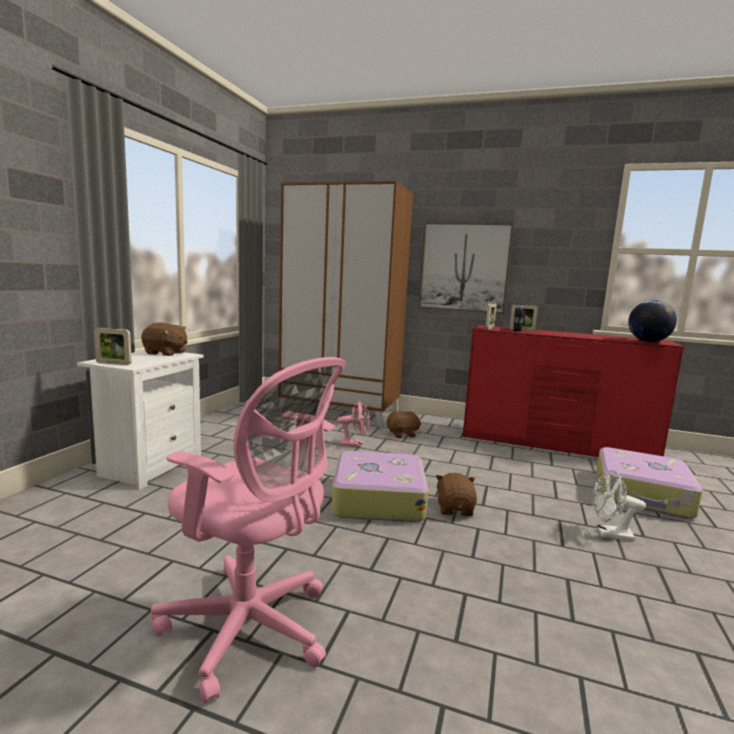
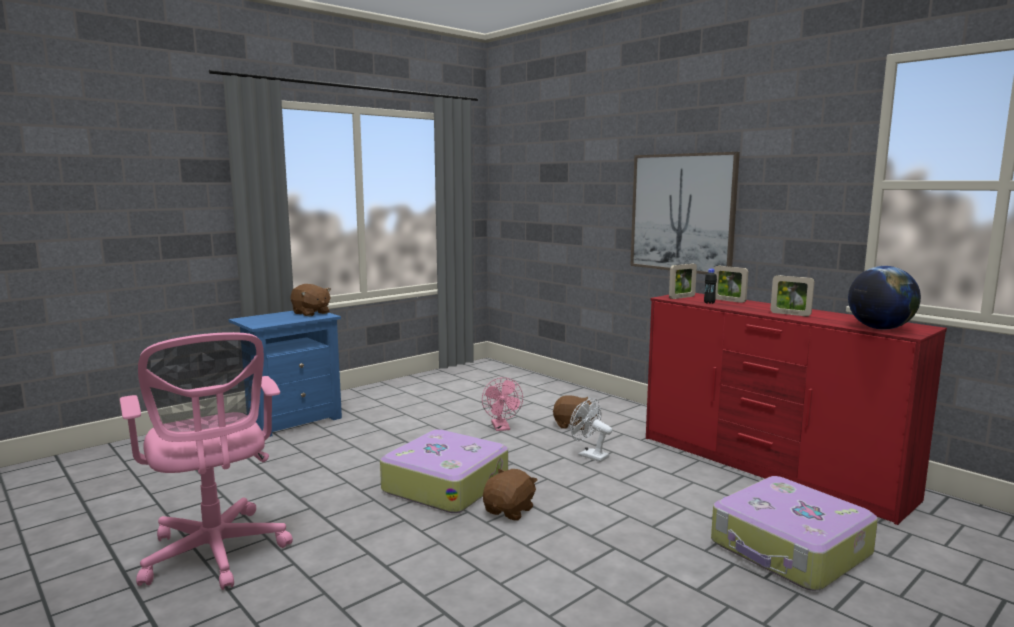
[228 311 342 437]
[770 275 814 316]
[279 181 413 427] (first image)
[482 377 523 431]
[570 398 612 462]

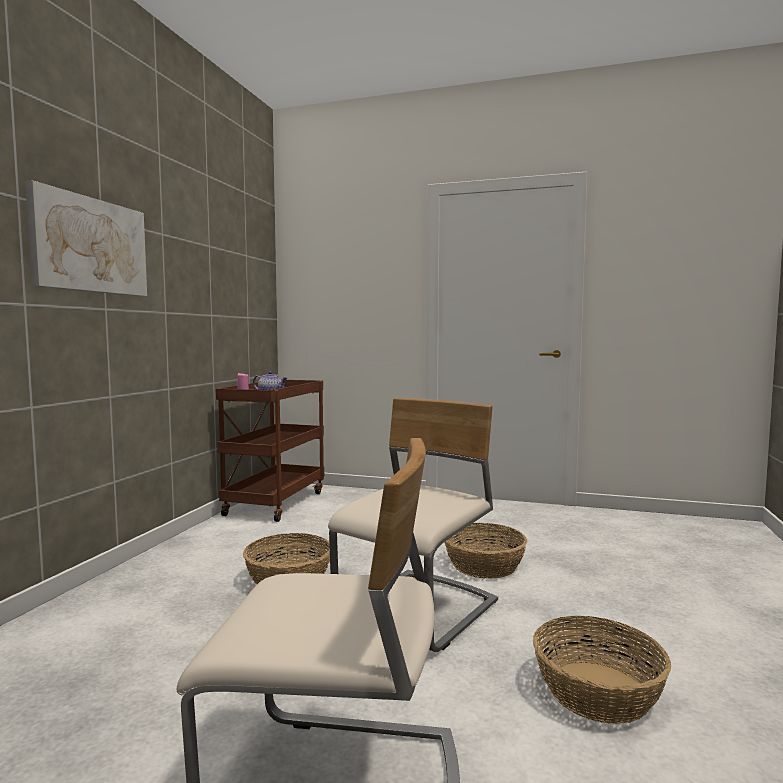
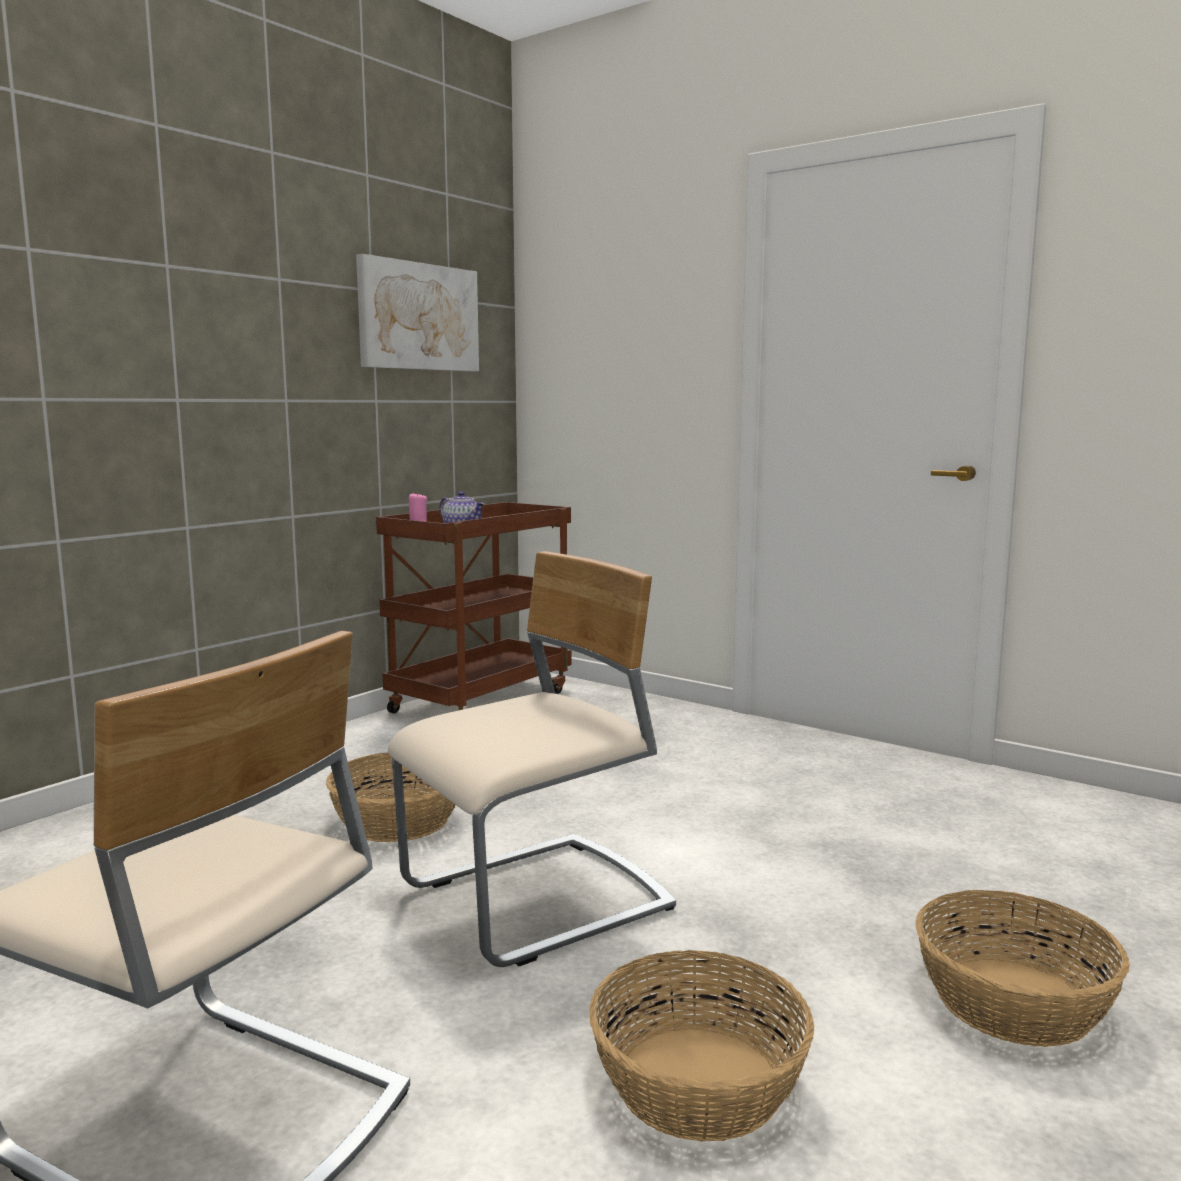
[356 254 479 371]
[916 890 1130 1047]

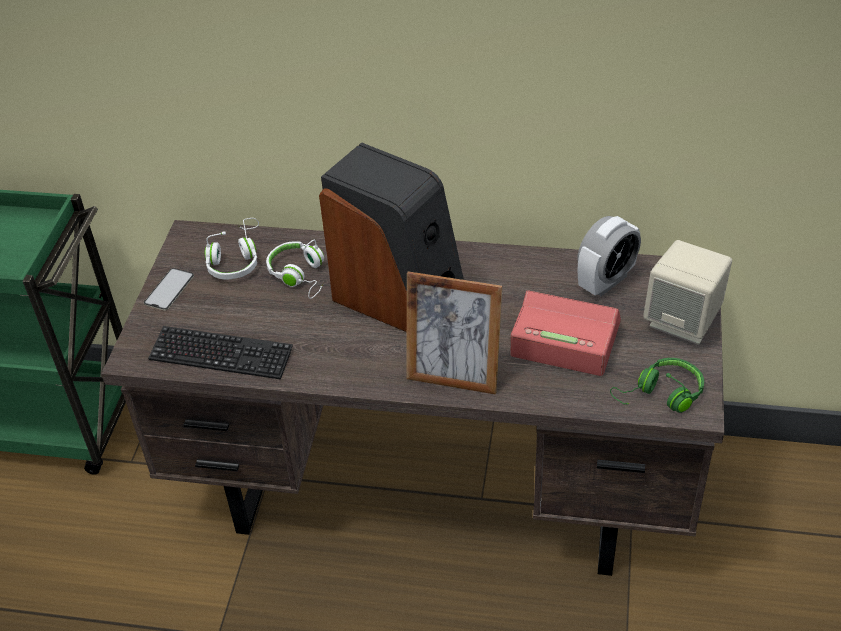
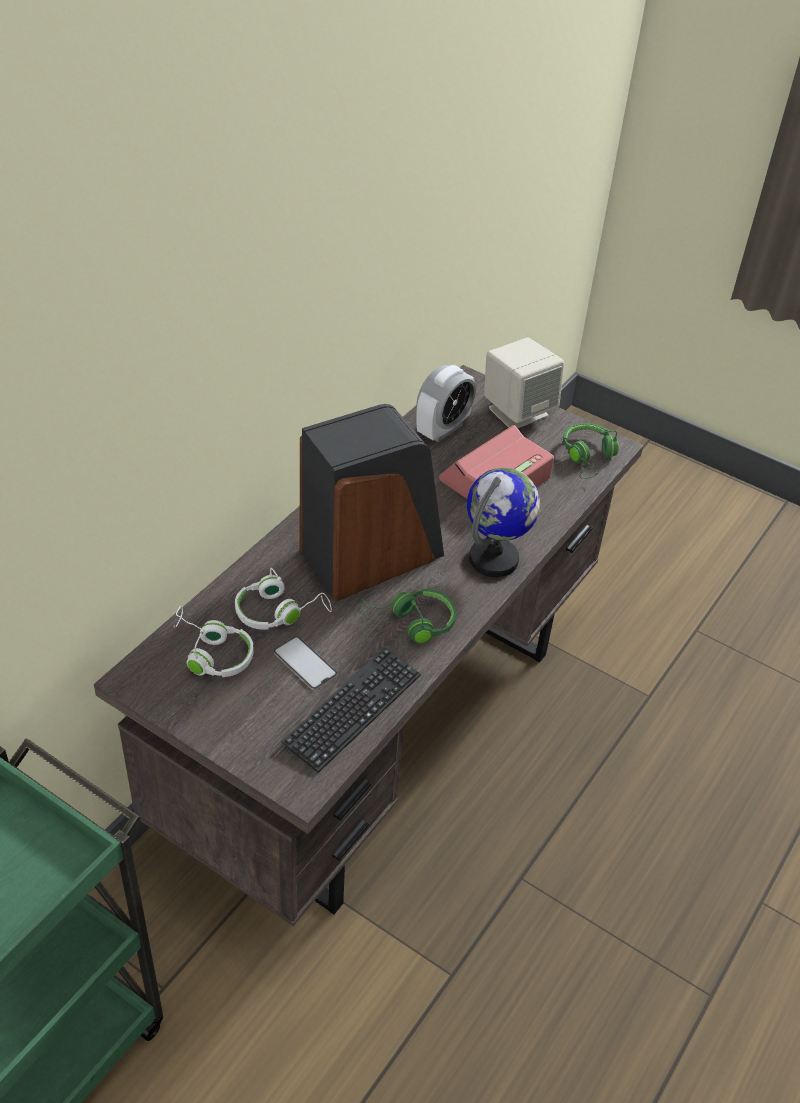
[273 636 337 690]
[467 468 540 577]
[416 365 476 442]
[360 589 456 644]

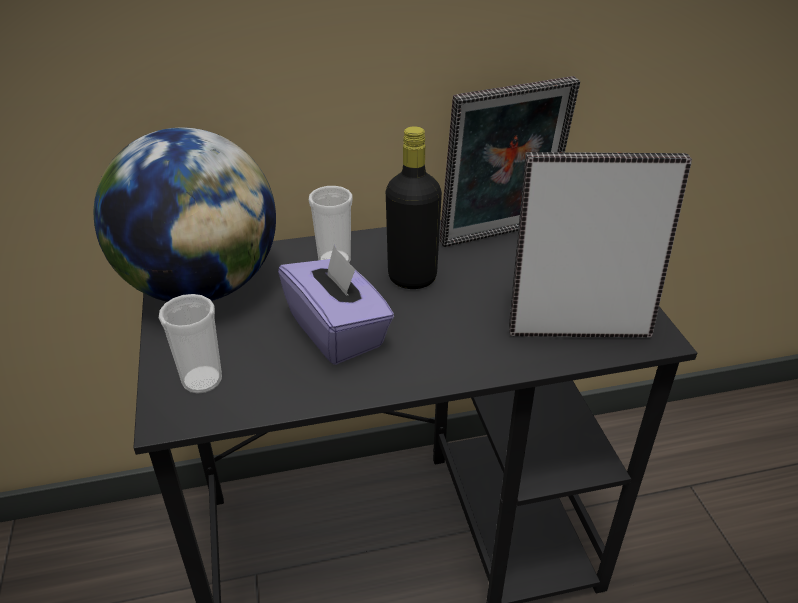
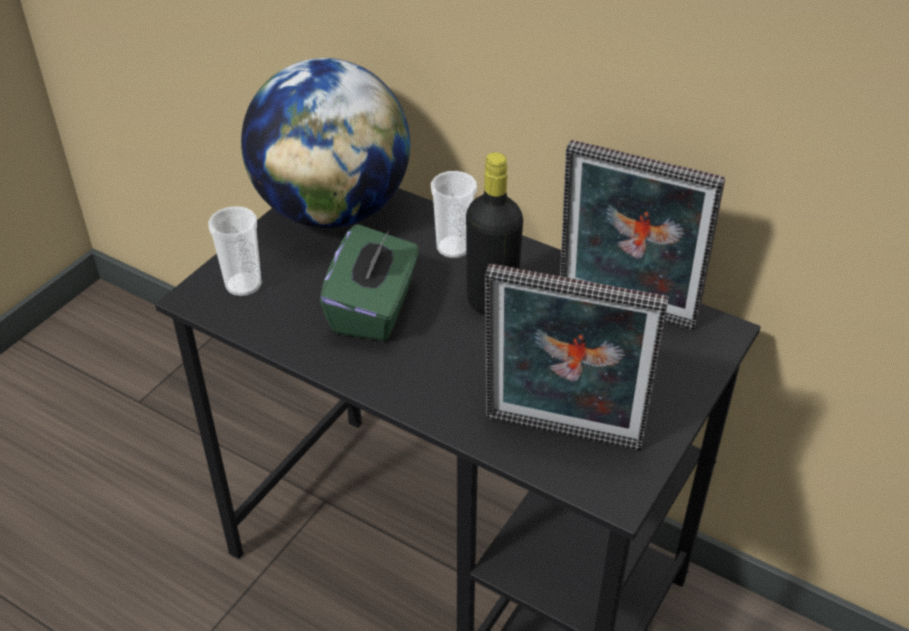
[320 224 419 341]
[485 264 669 450]

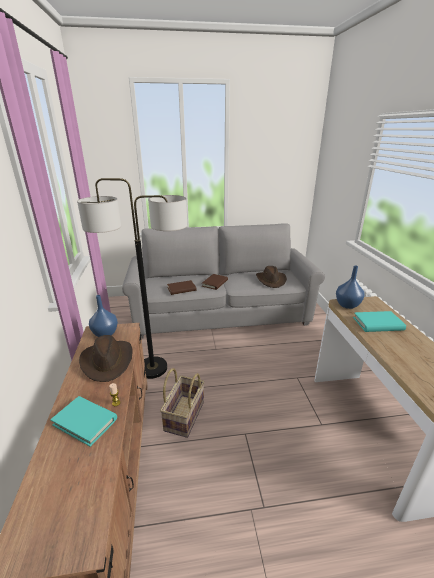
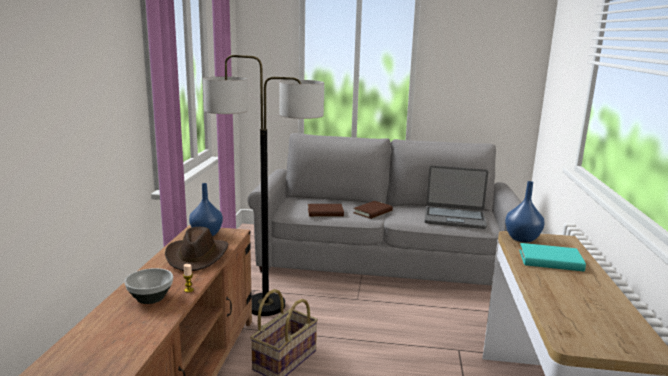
[124 268 173 304]
[424 165 488 229]

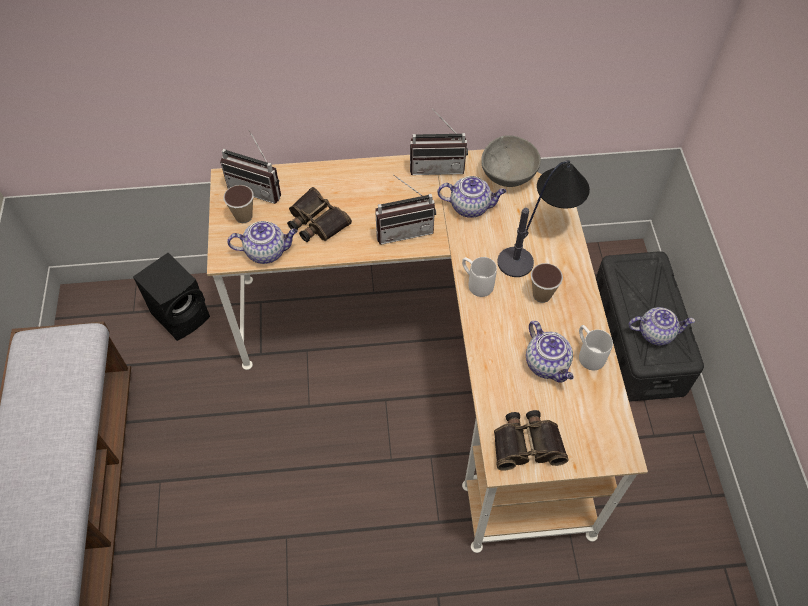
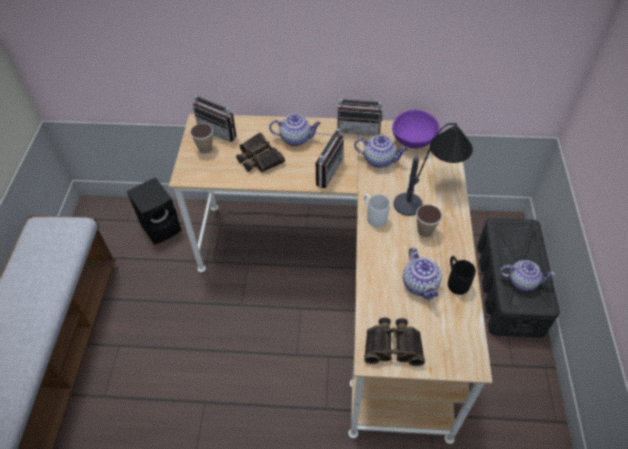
[269 114 321 146]
[310 129 344 188]
[392 110 440 148]
[448 256 476 295]

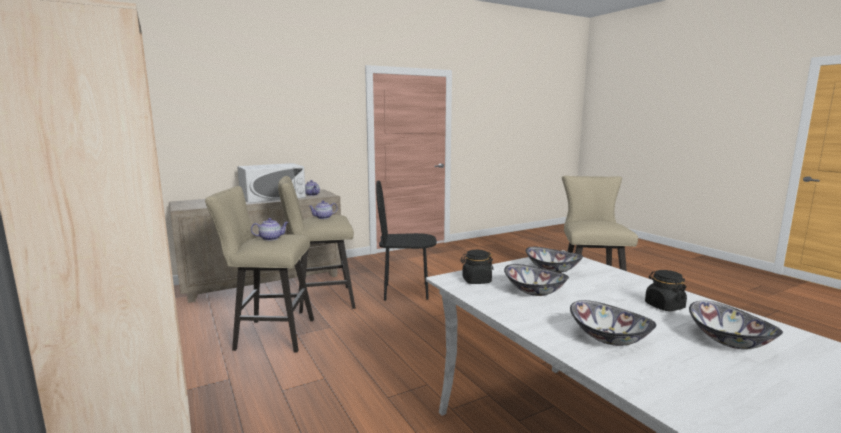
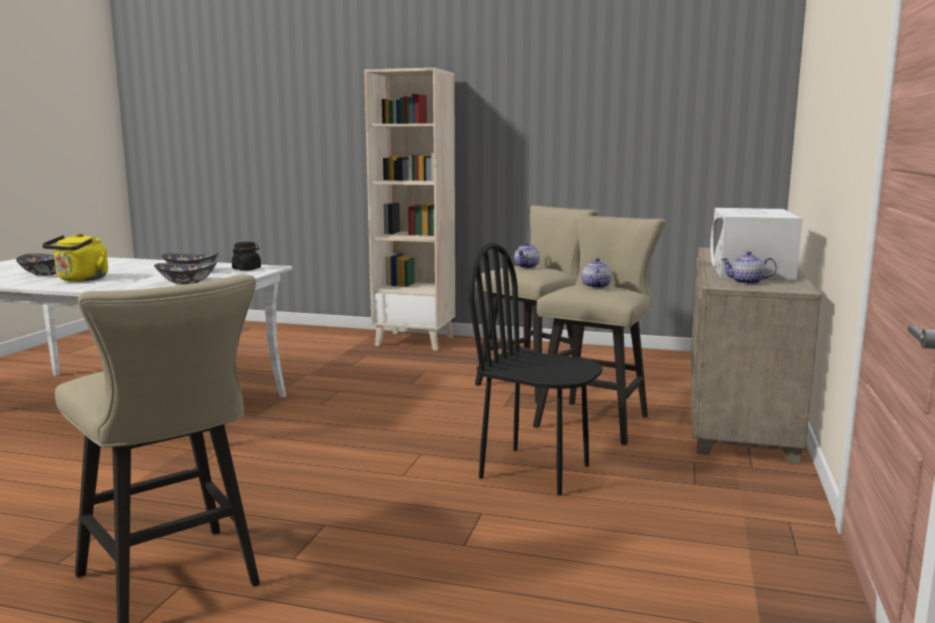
[468 243 603 495]
[570 300 656 346] (first image)
[42 233 108 282]

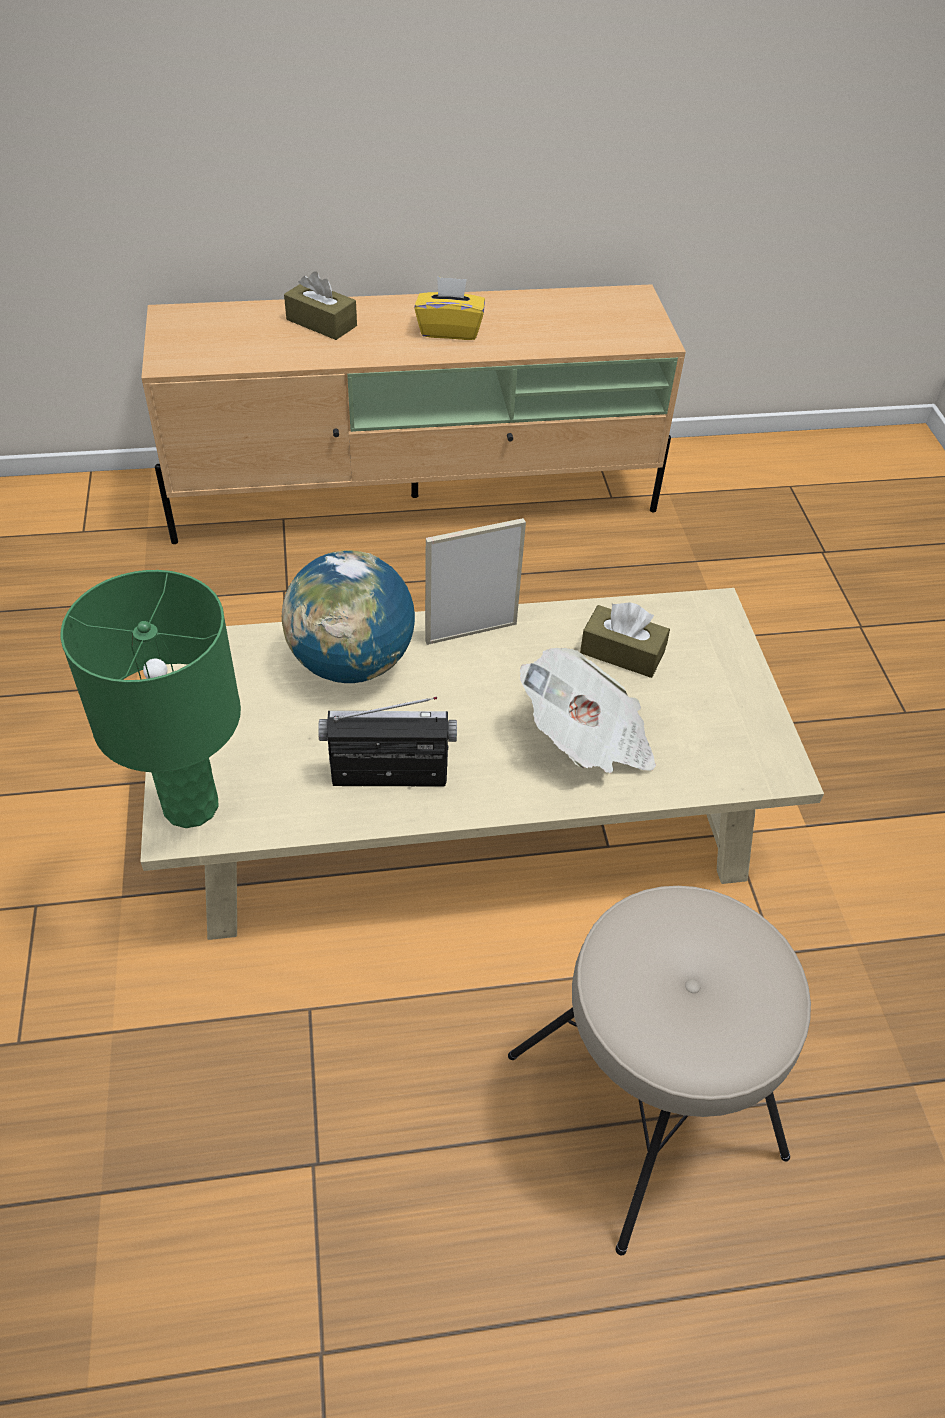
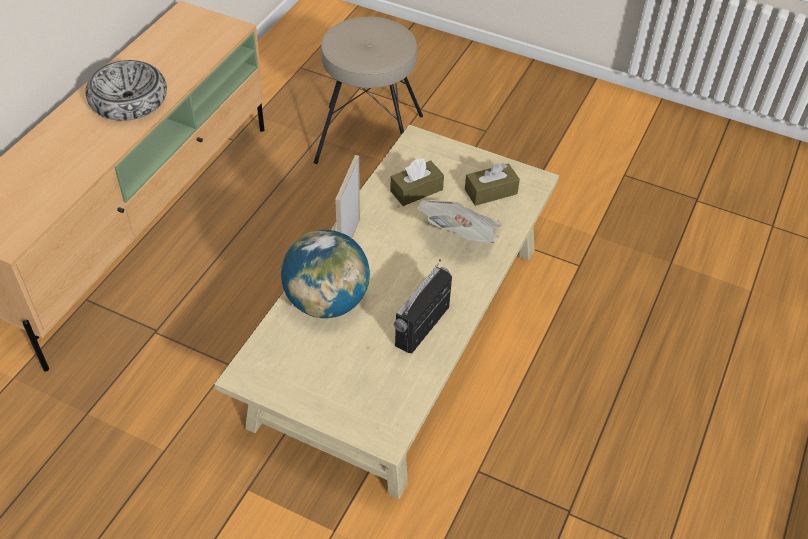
[61 570 241 828] (first image)
[465 163 520 206]
[86 60 167 121]
[314 17 423 164]

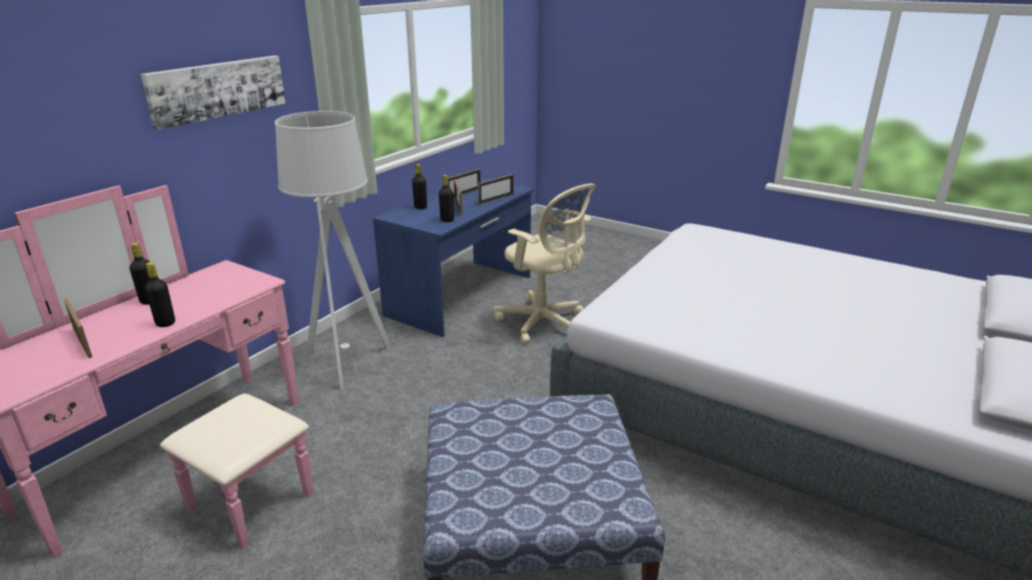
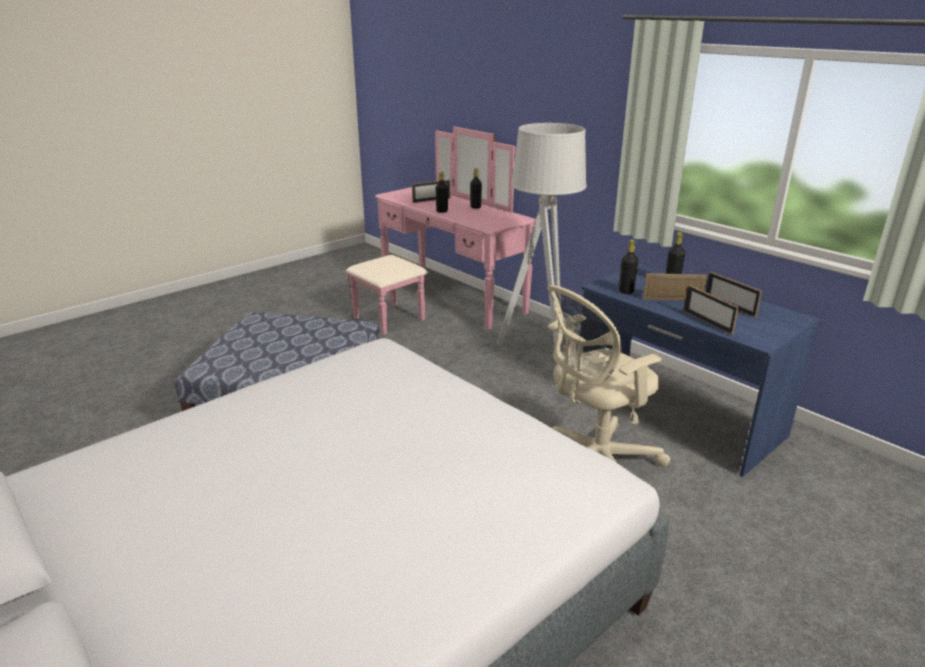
[141 56 286 130] (first image)

